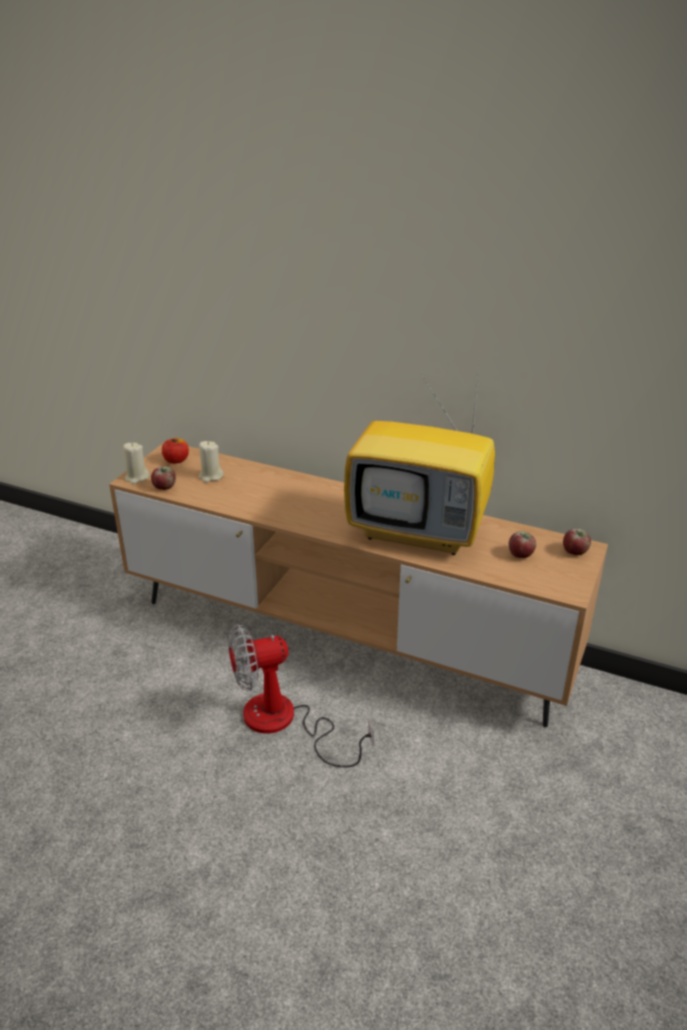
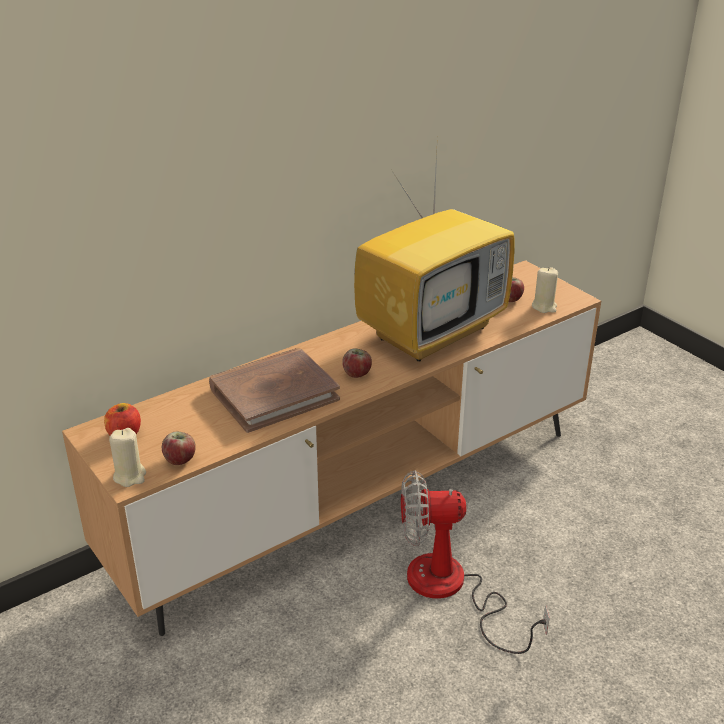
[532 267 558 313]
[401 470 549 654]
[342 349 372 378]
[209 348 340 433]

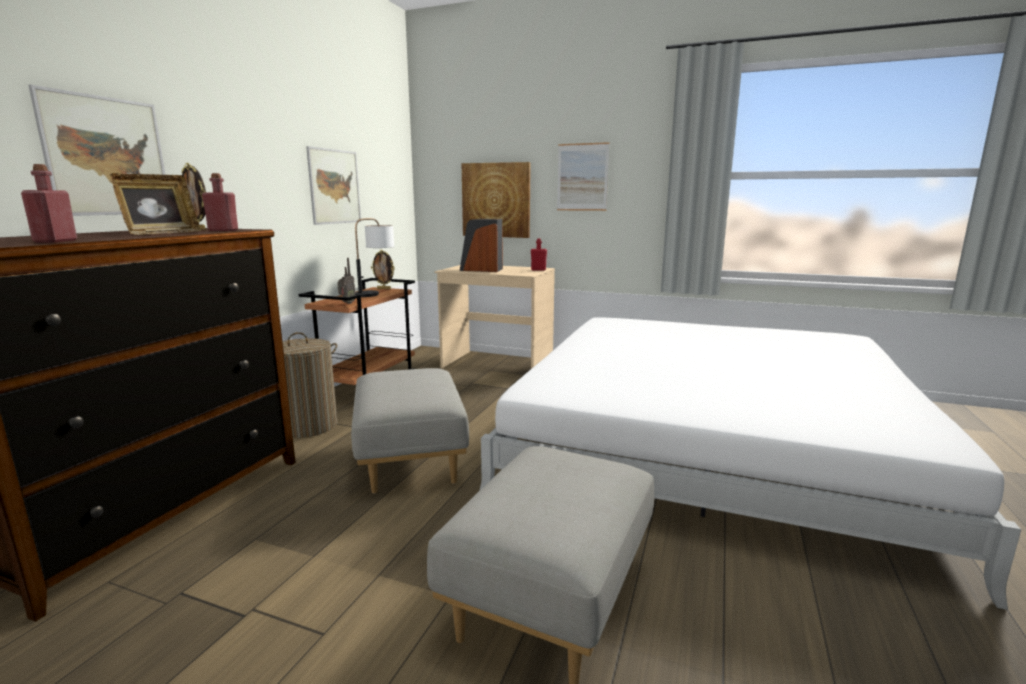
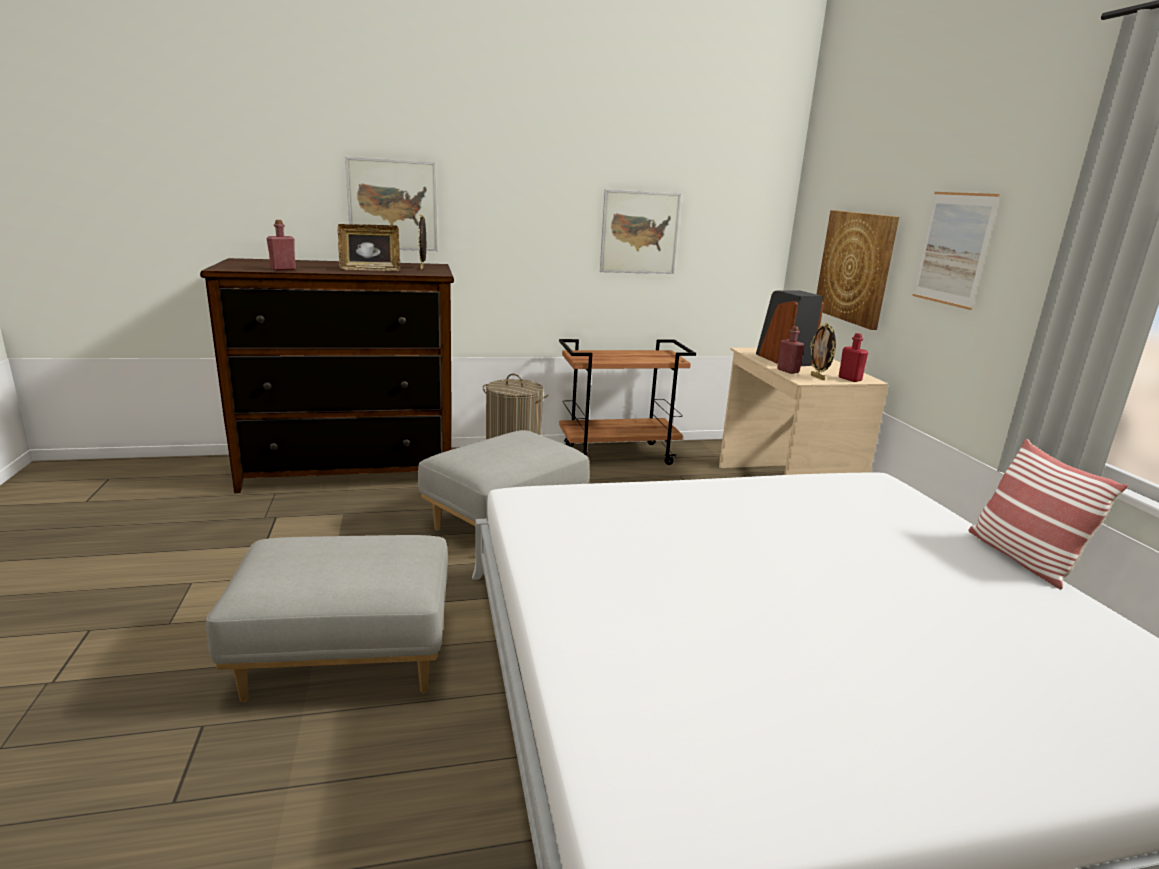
[777 326 804 374]
[337 258 355 304] (first image)
[355 218 394 297] (first image)
[810 322 836 380]
[968 439 1128 589]

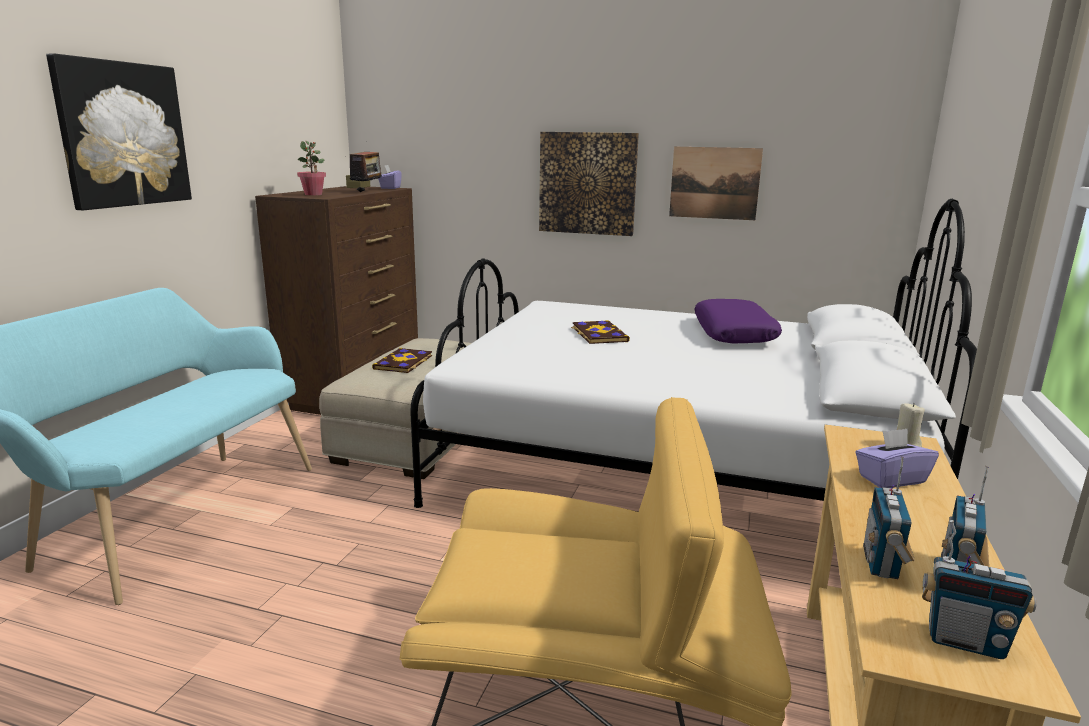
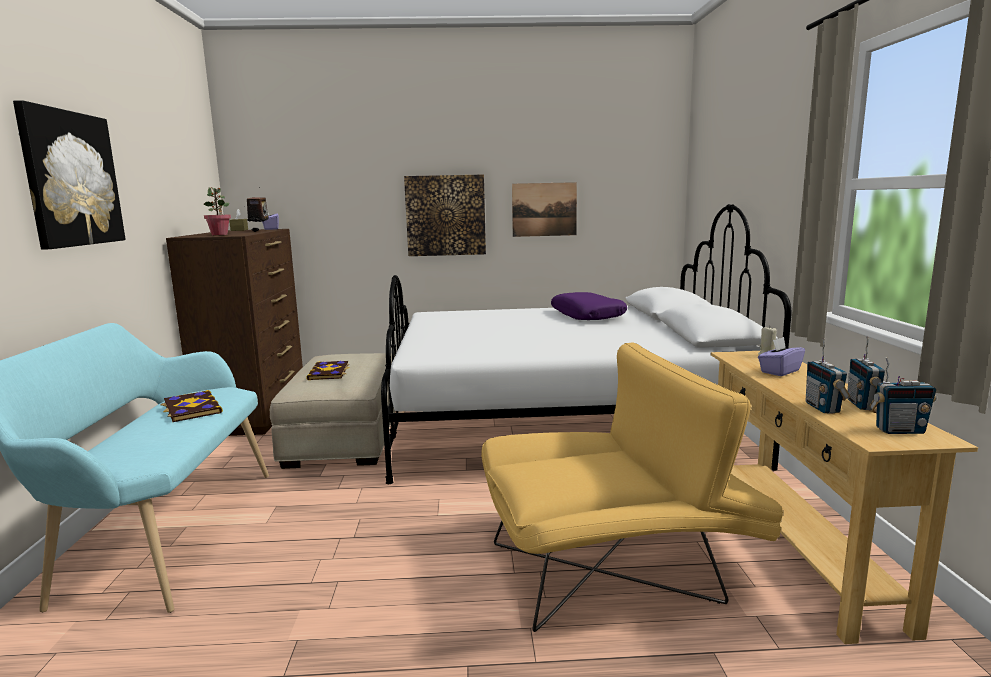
[160 390 223 422]

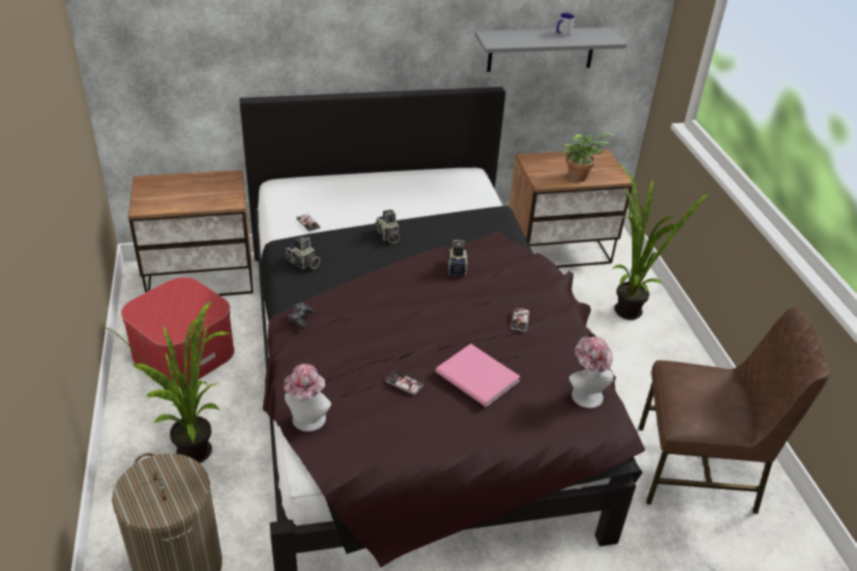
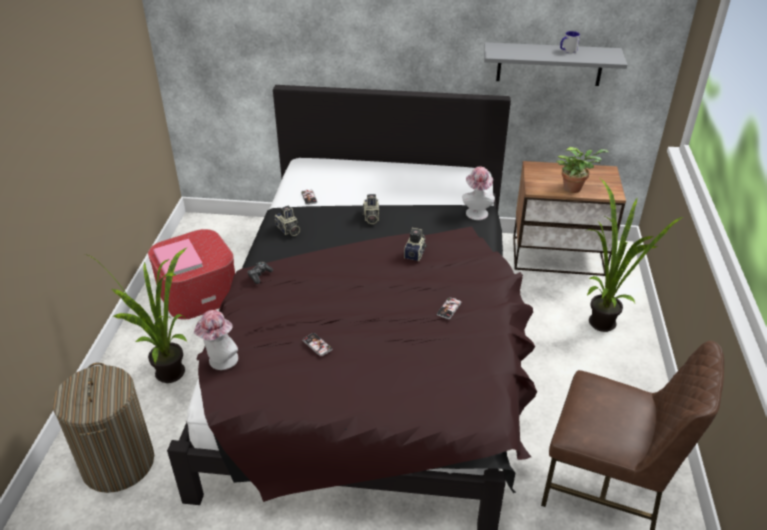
[128 170 253 296] (first image)
[153 239 203 275]
[462 167 495 220]

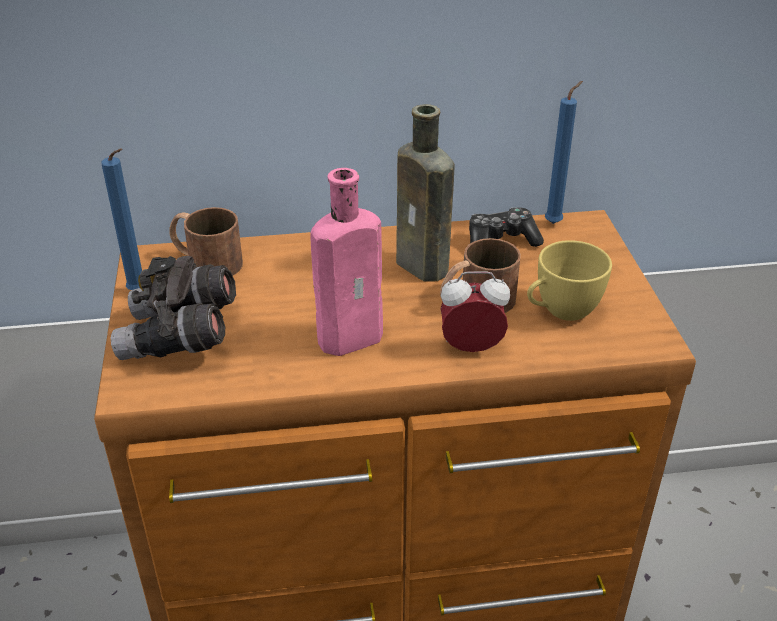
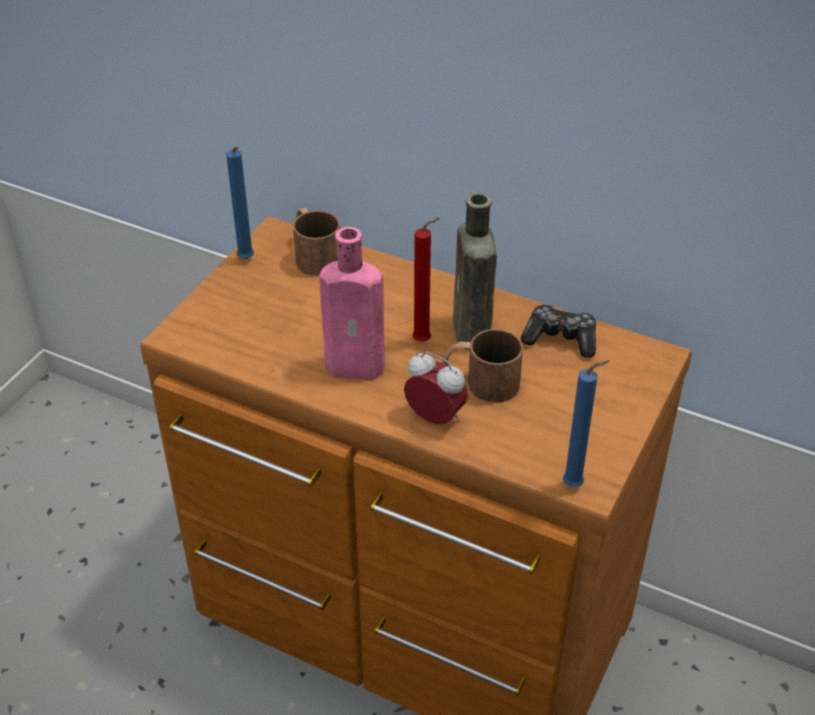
[111 256 236 360] (first image)
[527 240 612 321] (first image)
[563 360 610 487]
[412 218 440 342]

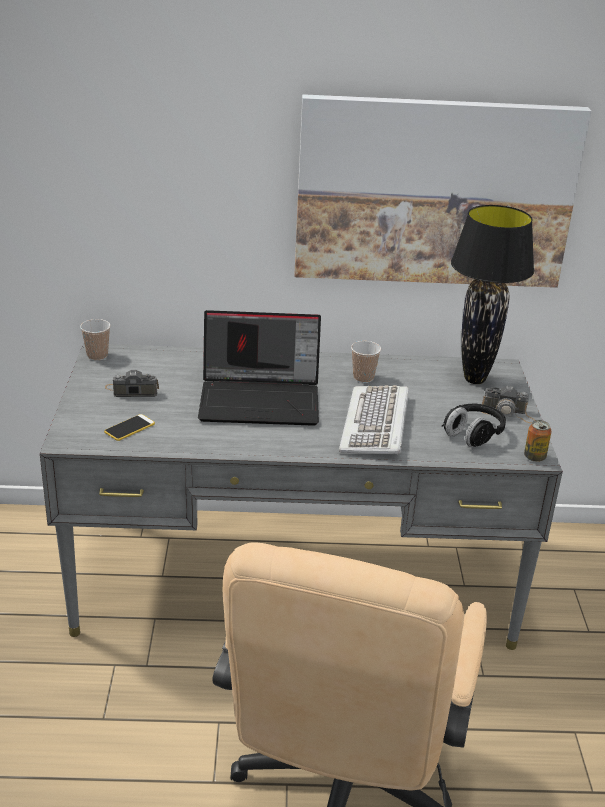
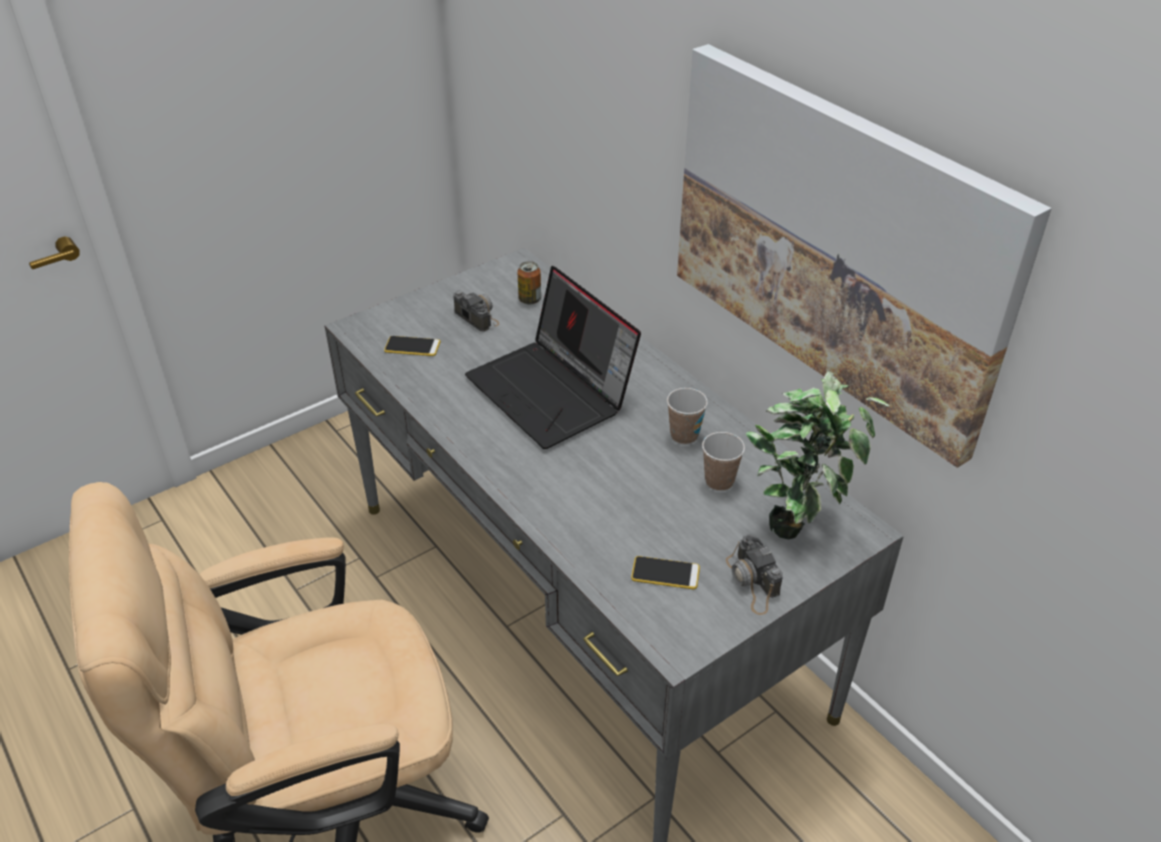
[702 432 745 491]
[339 385 409 455] (first image)
[631 556 700 589]
[746 371 890 540]
[517 261 541 305]

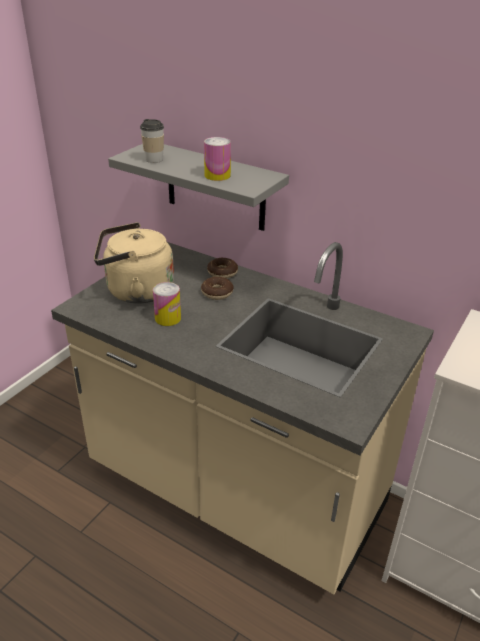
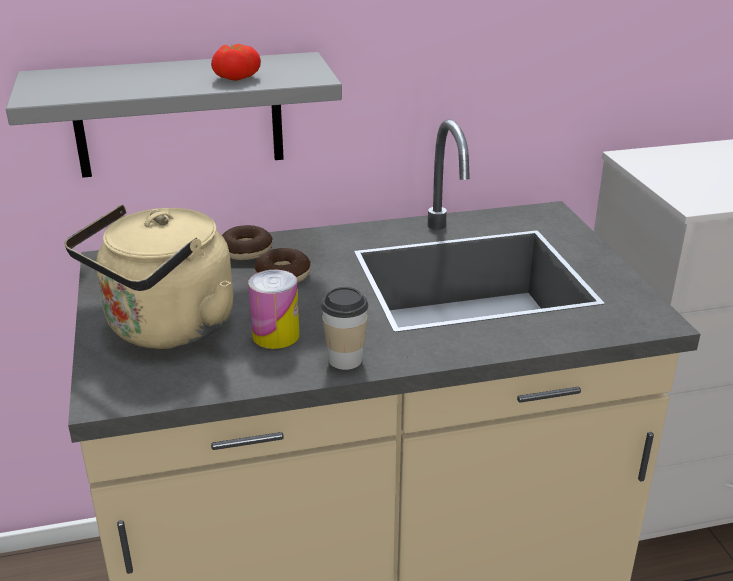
[321 287 369 370]
[211 44 261 81]

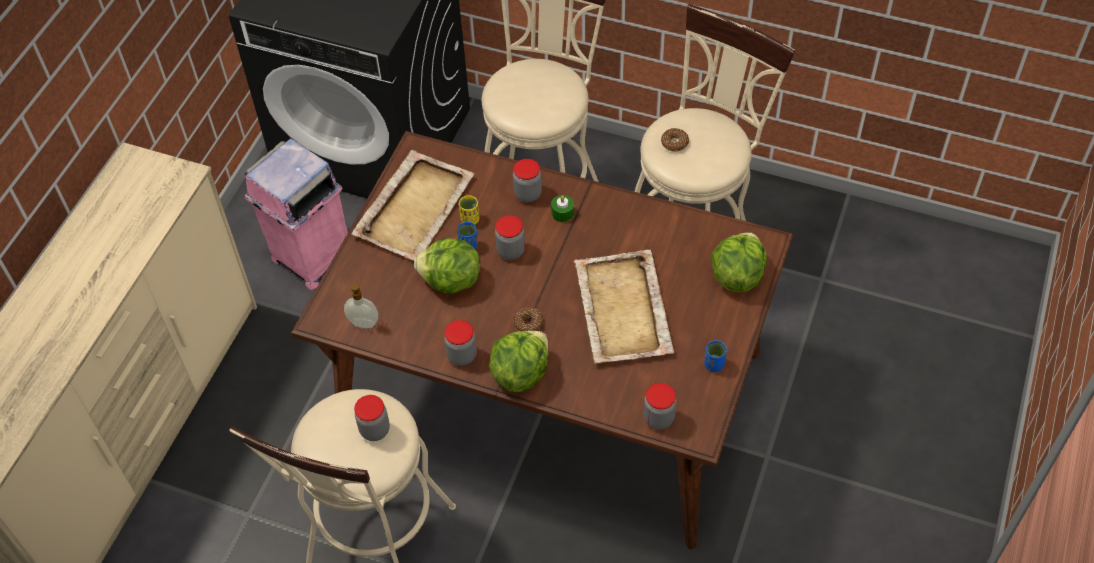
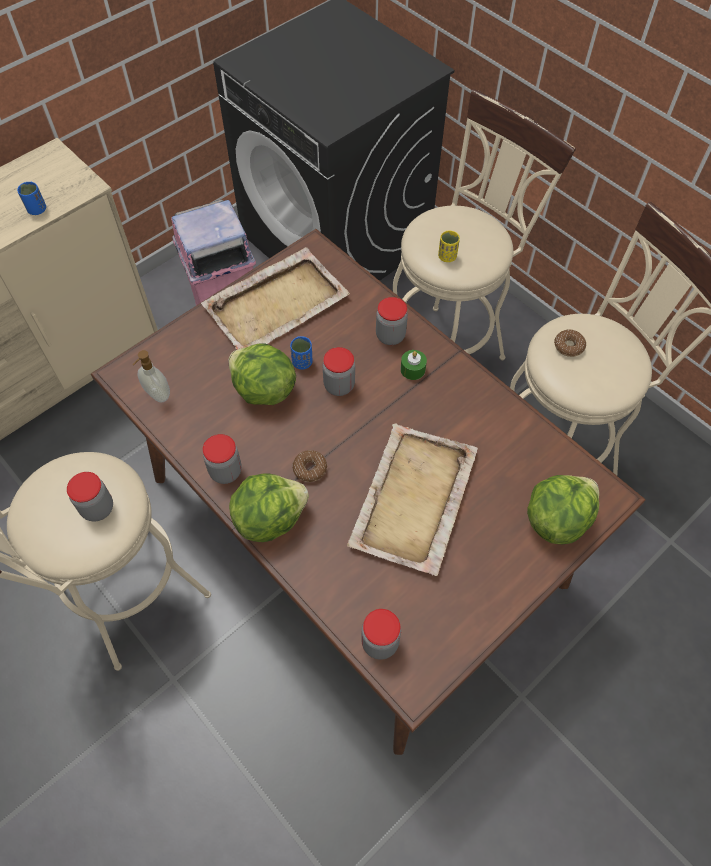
[438 231 460 262]
[17 182 46 215]

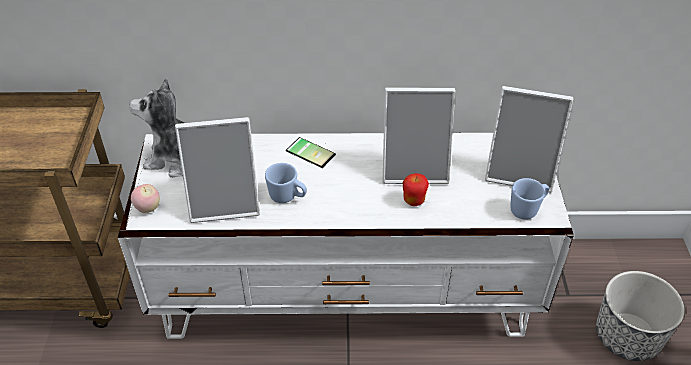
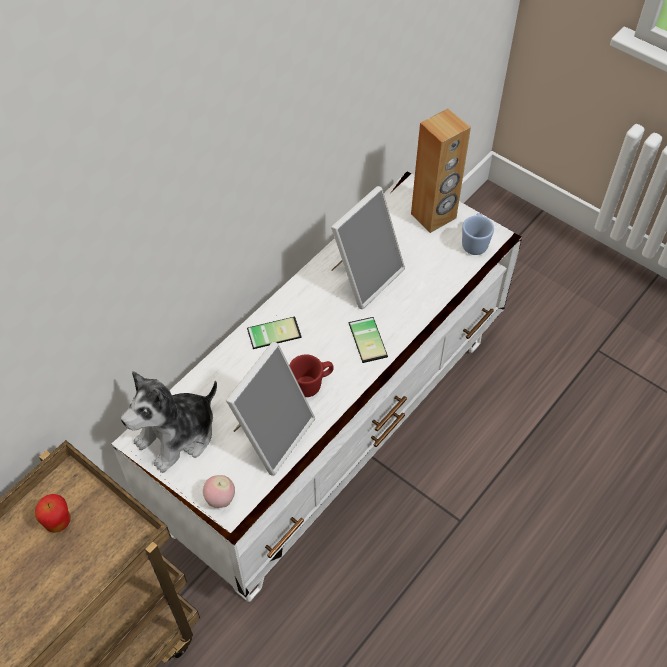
[289 354 334 397]
[35 494 71 533]
[411 109 471 233]
[596 271 685 361] (first image)
[349 317 388 363]

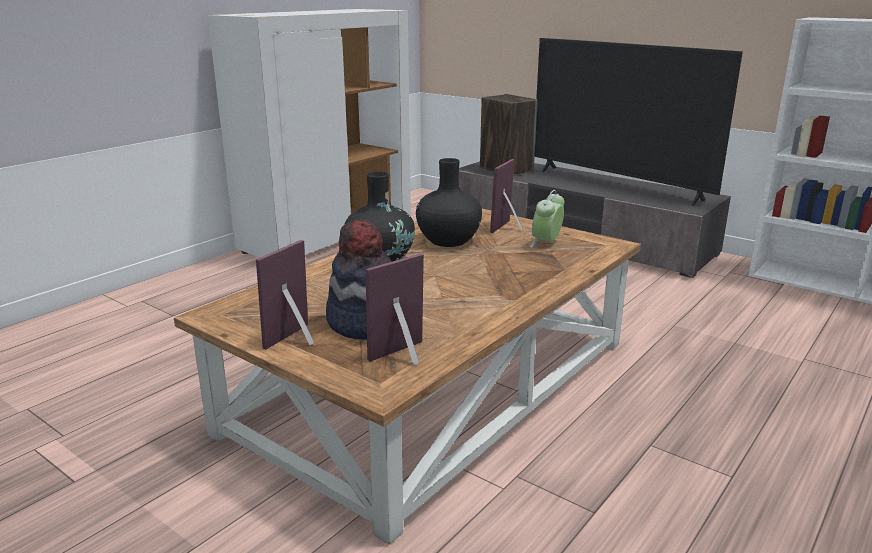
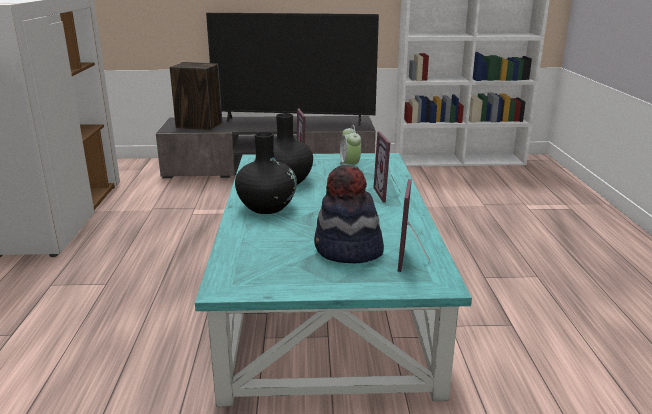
[195 153 472 407]
[373 132 401 203]

